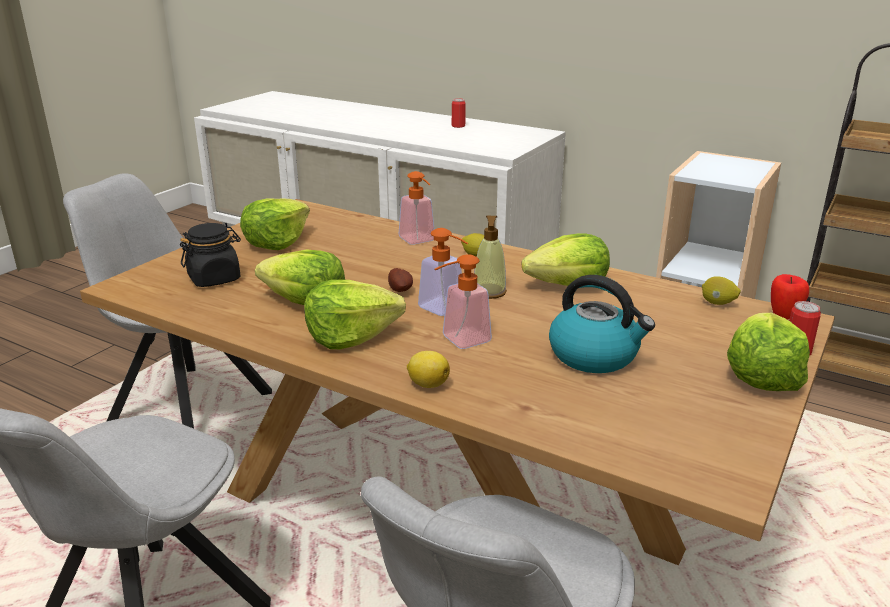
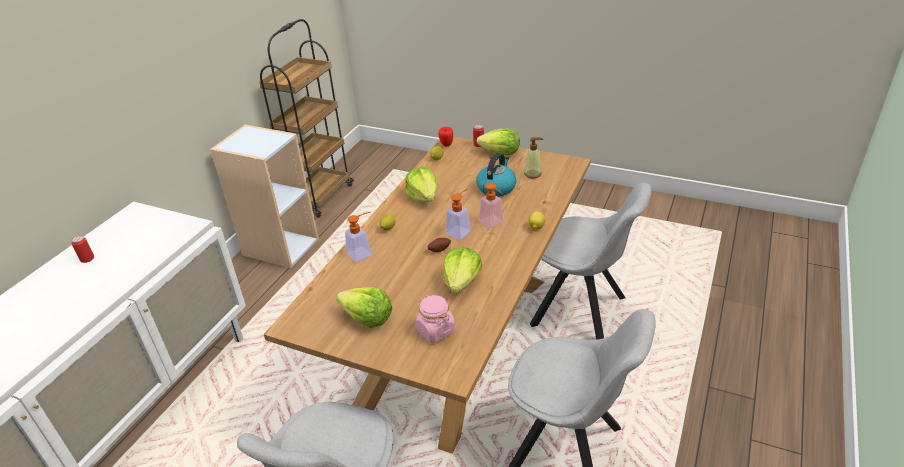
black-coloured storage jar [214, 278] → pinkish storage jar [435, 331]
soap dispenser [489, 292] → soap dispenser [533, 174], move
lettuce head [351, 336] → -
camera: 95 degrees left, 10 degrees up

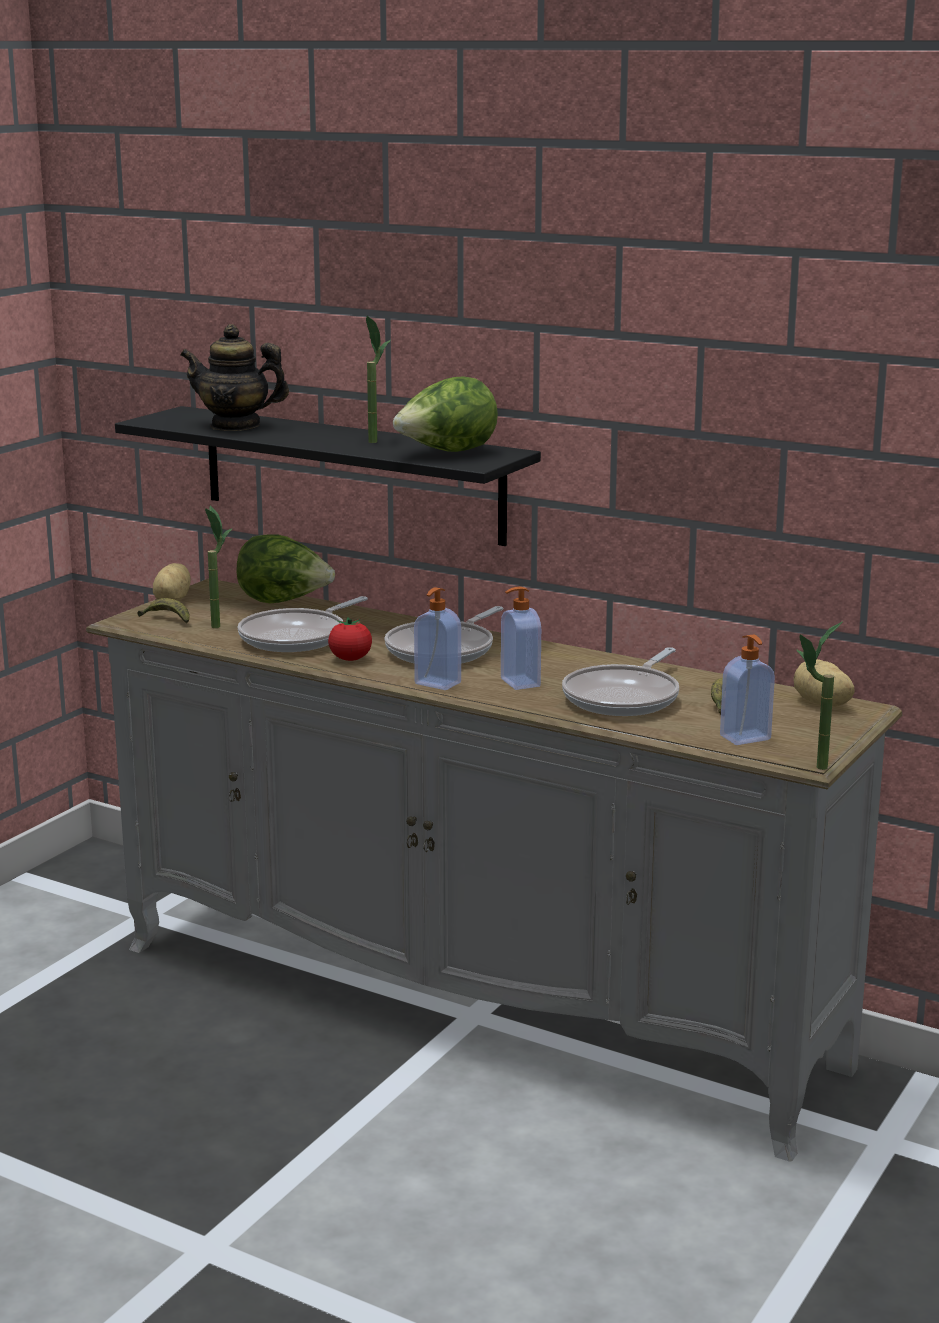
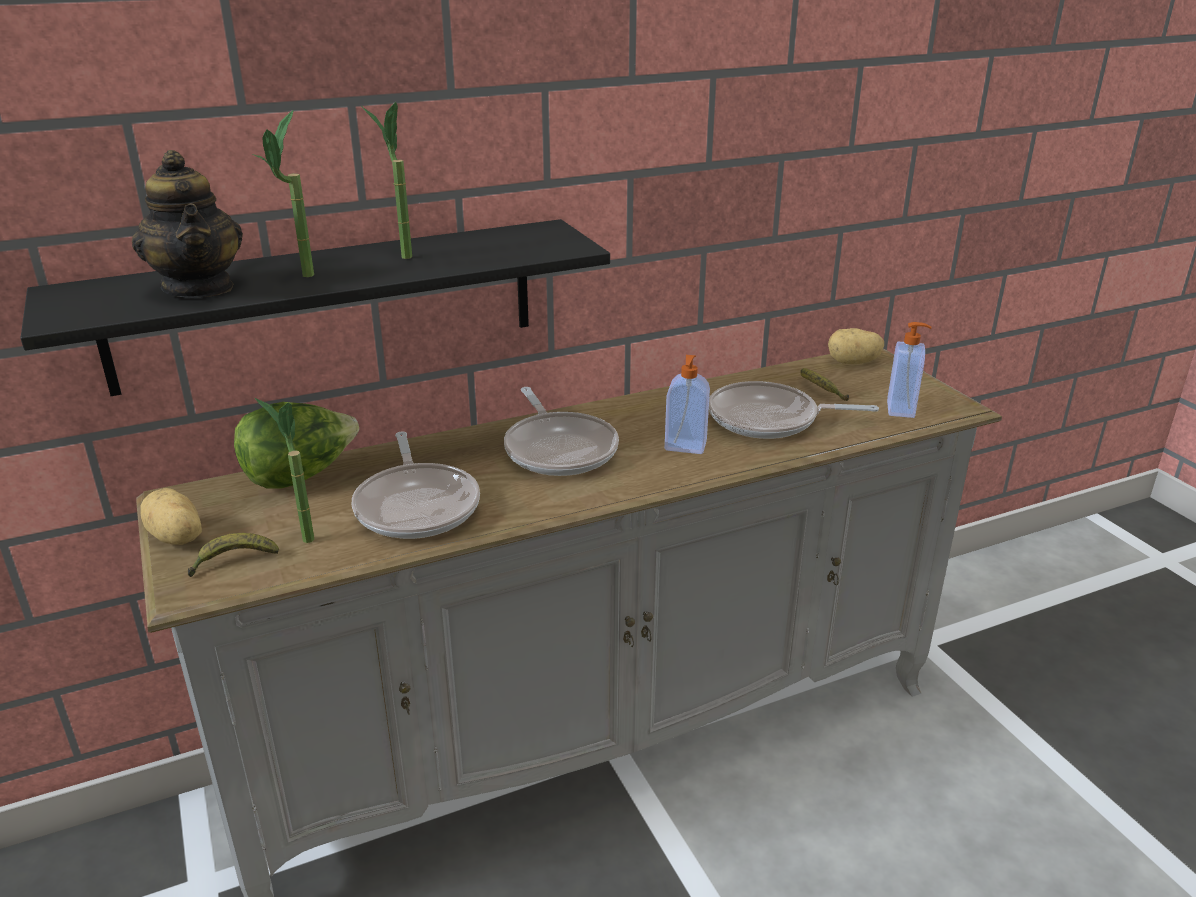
pot for tea [235, 426] → pot for tea [199, 288], 75 degrees counterclockwise
potted plant [811, 768] → potted plant [300, 279], move
skillet [624, 698] → skillet [769, 419], 120 degrees clockwise
tomato [350, 659] → -
lettuce head [446, 453] → -
soap dispenser [437, 684] → -
camera: 55 degrees left, 10 degrees up

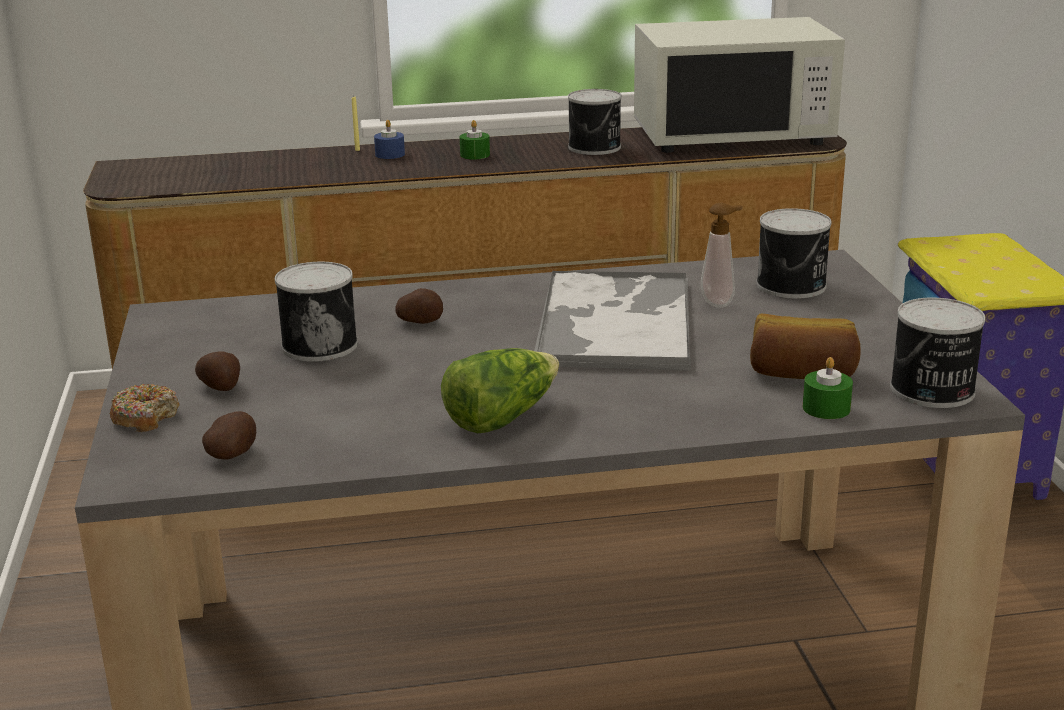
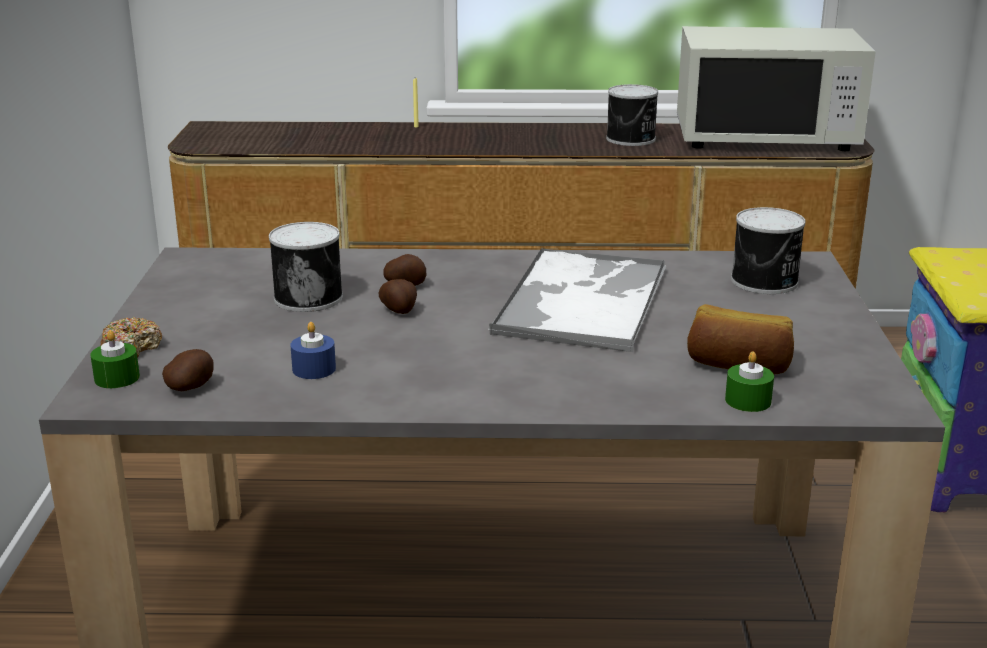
green candle [475, 155] → green candle [117, 378], move
blue candle [390, 154] → blue candle [314, 369], move
whole potato [221, 387] → whole potato [399, 310], move
lettuce head [501, 417] → -
soap dispenser [720, 303] → -
metal can [932, 390] → -
camera: 10 degrees right, 0 degrees up

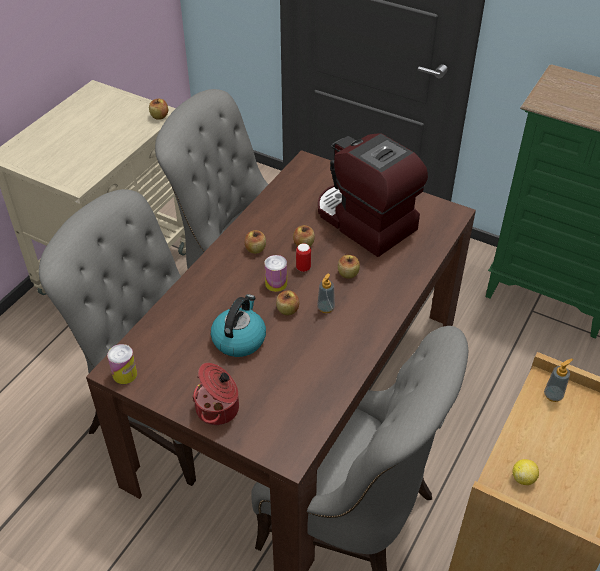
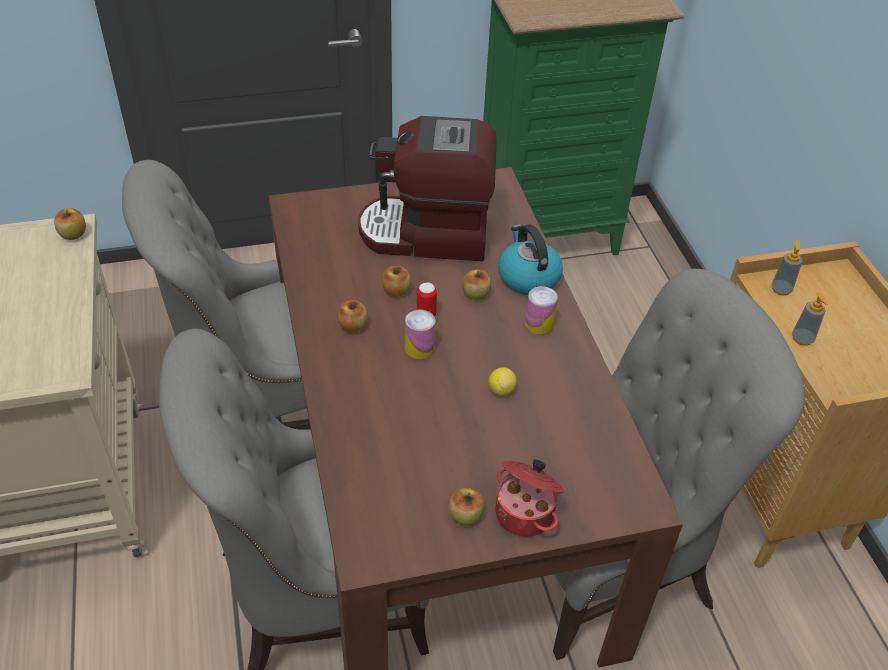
apple fruit [287, 310] → apple fruit [465, 515], move
lemon [523, 478] → lemon [501, 390], move
water kettle [239, 339] → water kettle [527, 277], move
metal can [125, 374] → metal can [539, 324], move
soap dispenser [325, 308] → soap dispenser [802, 339], move
camera: 45 degrees left, 0 degrees up

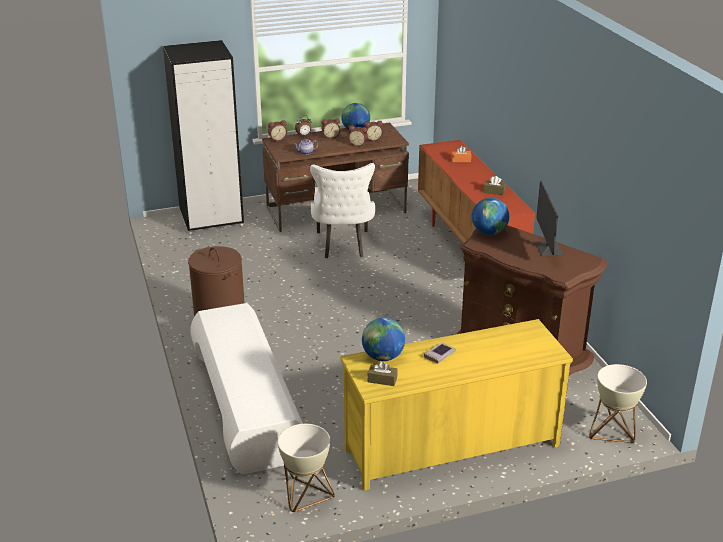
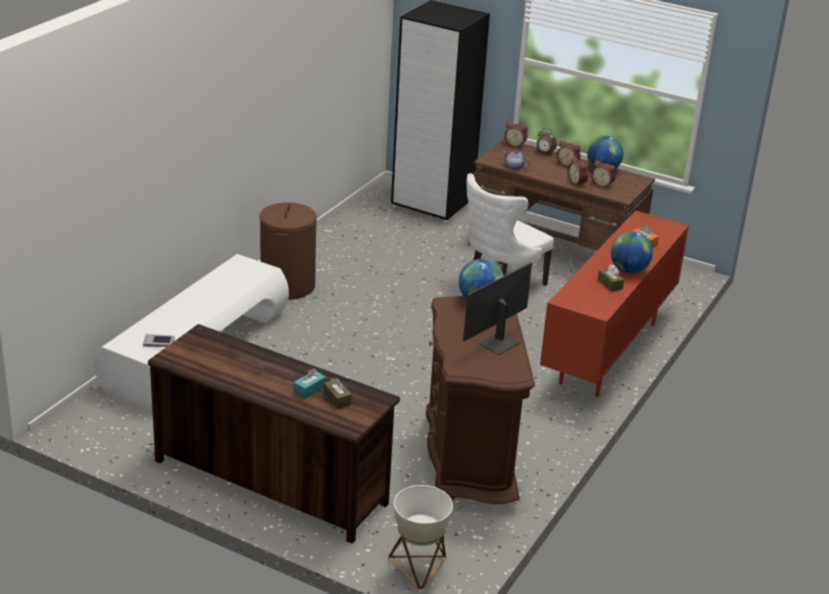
book [439, 355] → book [158, 343], move
yellow drawer chest [450, 447] → brownish drawer chest [270, 480]
- → turquoise-coloured tissue holder [309, 390]
brownish tissue holder [382, 380] → brownish tissue holder [337, 399], move
world globe [383, 357] → world globe [628, 270], move
plant pot [305, 496] → -
camera: 45 degrees right, 0 degrees up

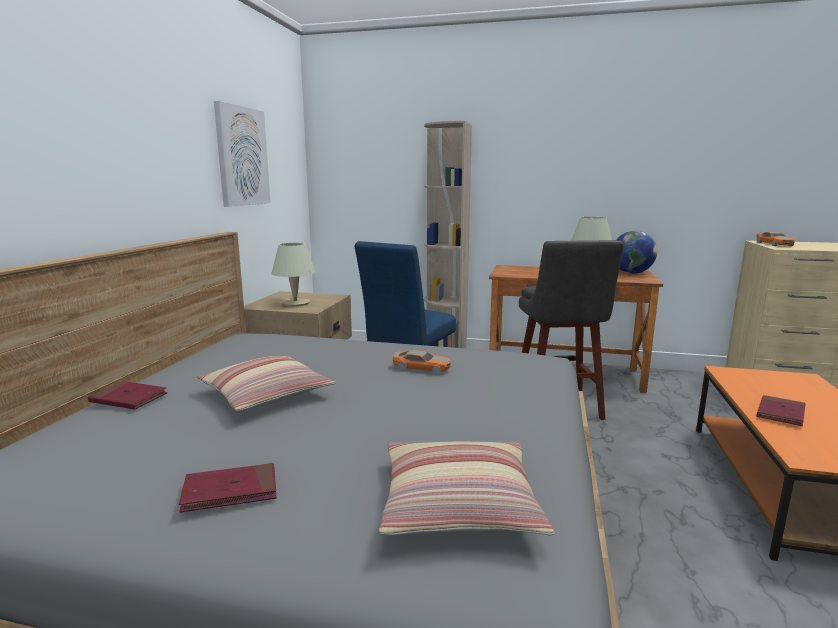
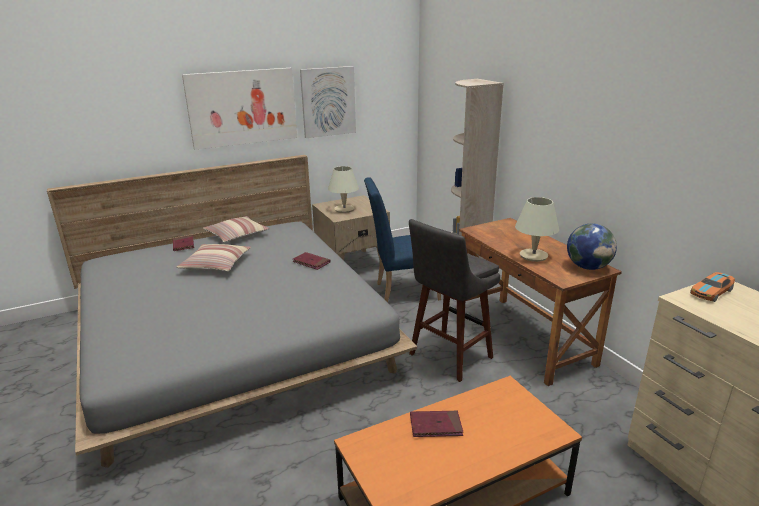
- → picture [242, 107]
pillow [459, 503] → pillow [237, 235], move
red book [230, 491] → red book [311, 262], move
model car [421, 368] → -
camera: 50 degrees right, 10 degrees up

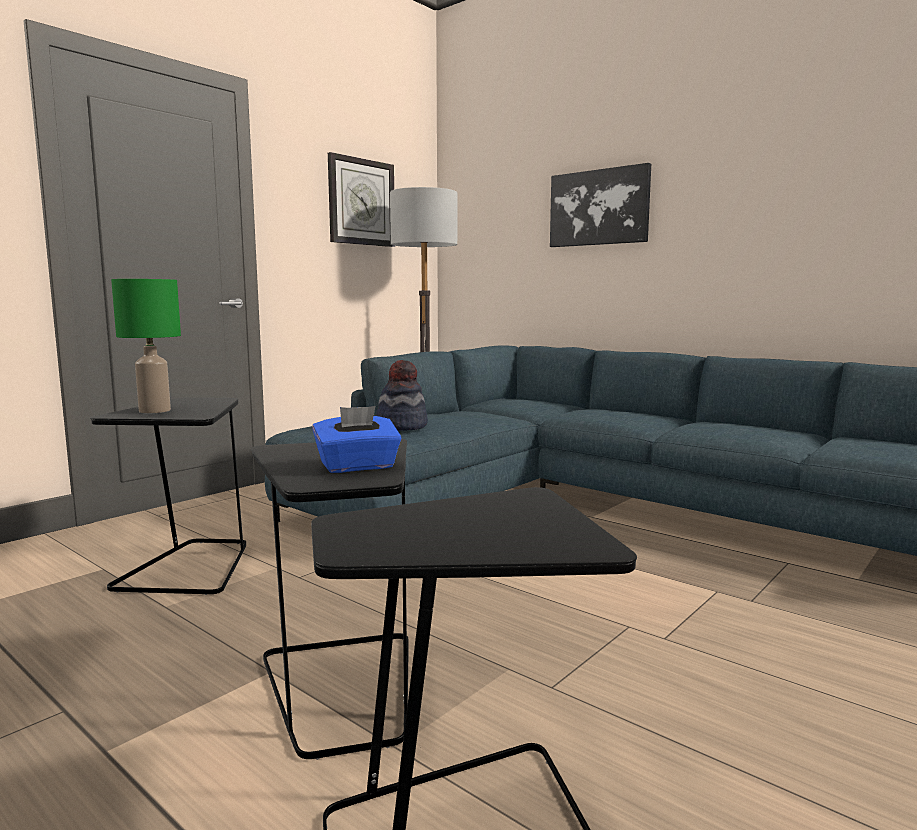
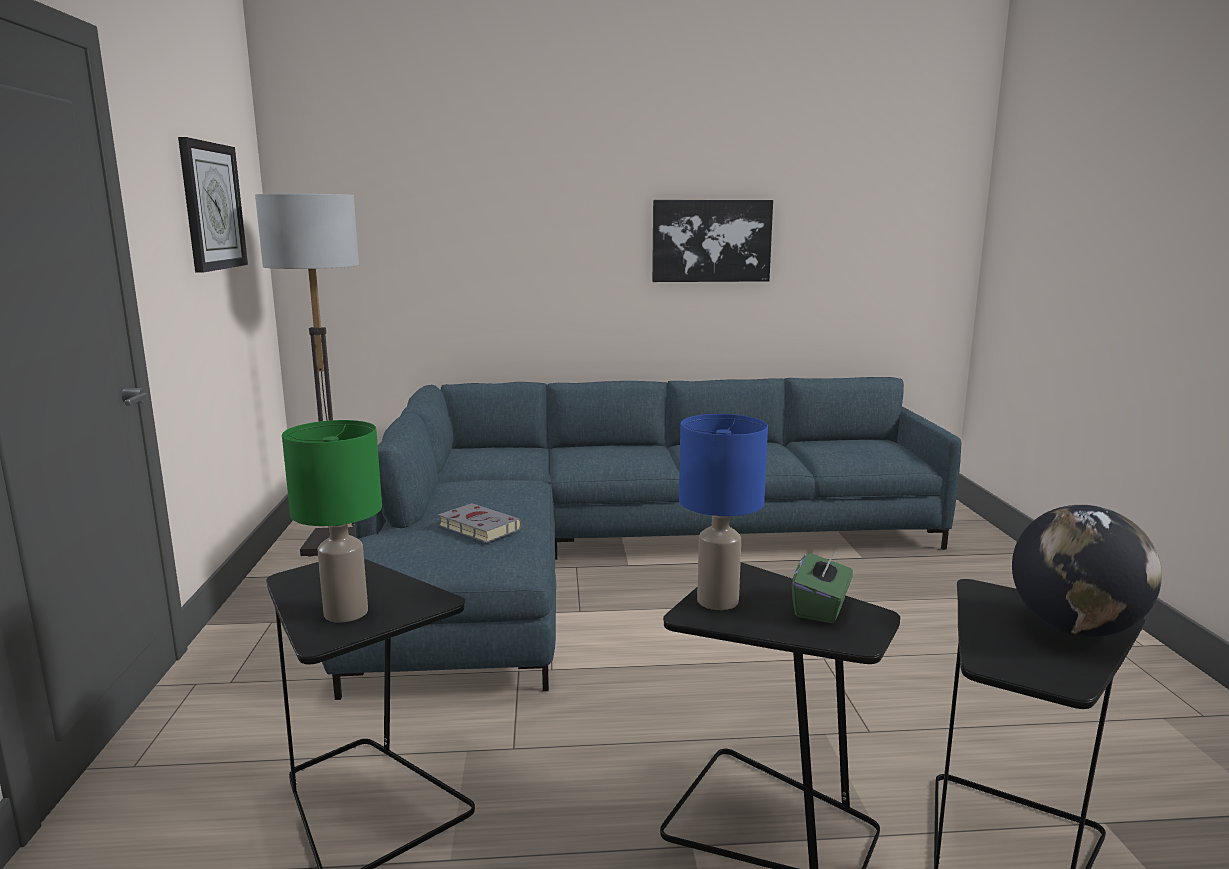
hat [401, 426] → grey book [477, 527]
picture [599, 207] → picture [711, 241], move
- → blue lamp for a table [719, 601]
blue tissue holder [357, 467] → green tissue holder [821, 608]
- → world globe [1075, 628]
camera: 45 degrees left, 5 degrees up

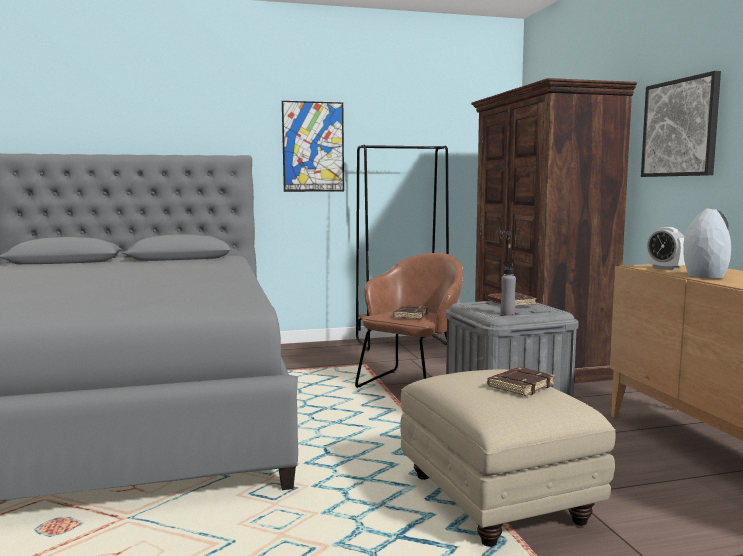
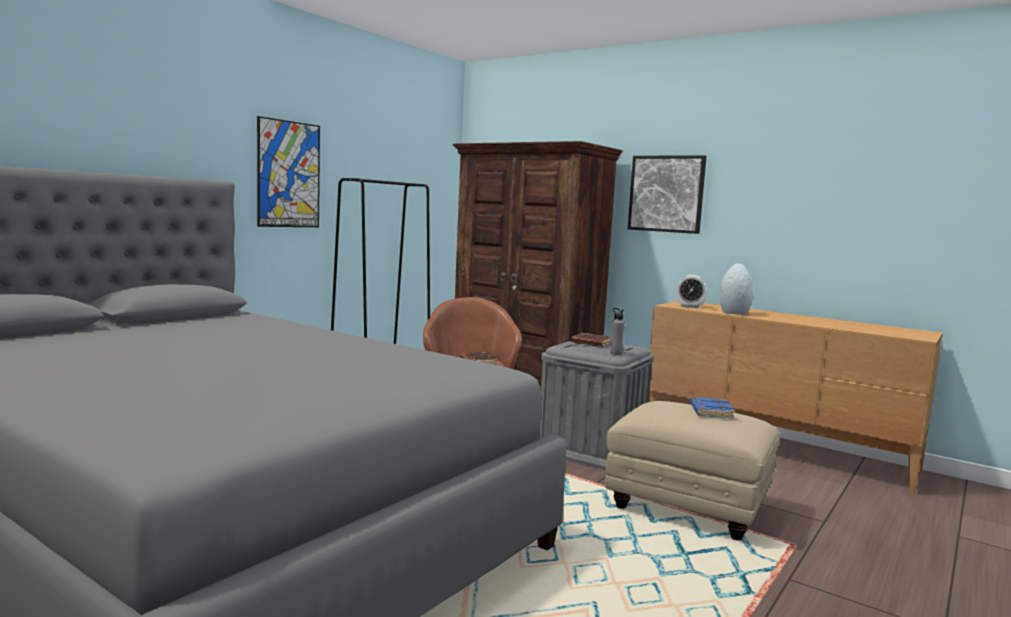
brownish book [520, 386] → blue book [710, 411]
camera: 40 degrees left, 0 degrees up

